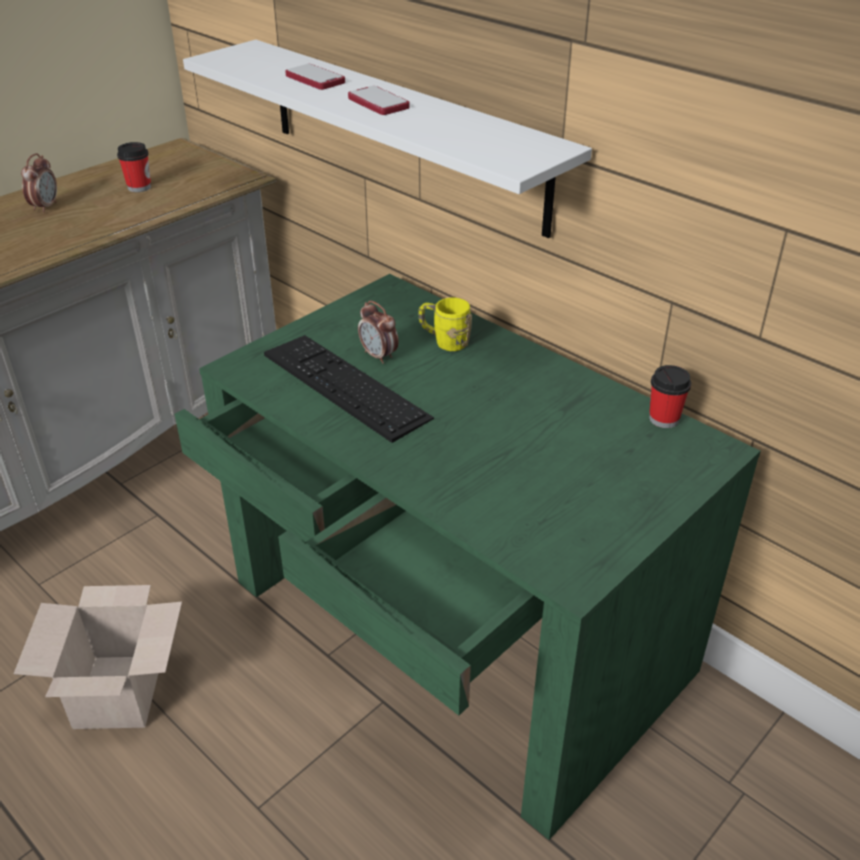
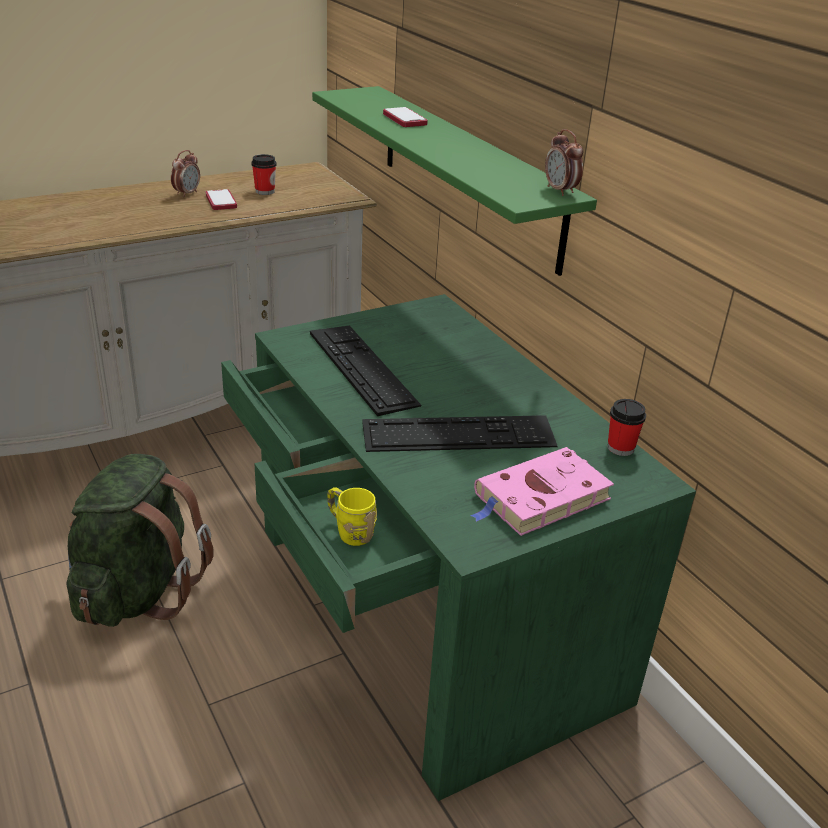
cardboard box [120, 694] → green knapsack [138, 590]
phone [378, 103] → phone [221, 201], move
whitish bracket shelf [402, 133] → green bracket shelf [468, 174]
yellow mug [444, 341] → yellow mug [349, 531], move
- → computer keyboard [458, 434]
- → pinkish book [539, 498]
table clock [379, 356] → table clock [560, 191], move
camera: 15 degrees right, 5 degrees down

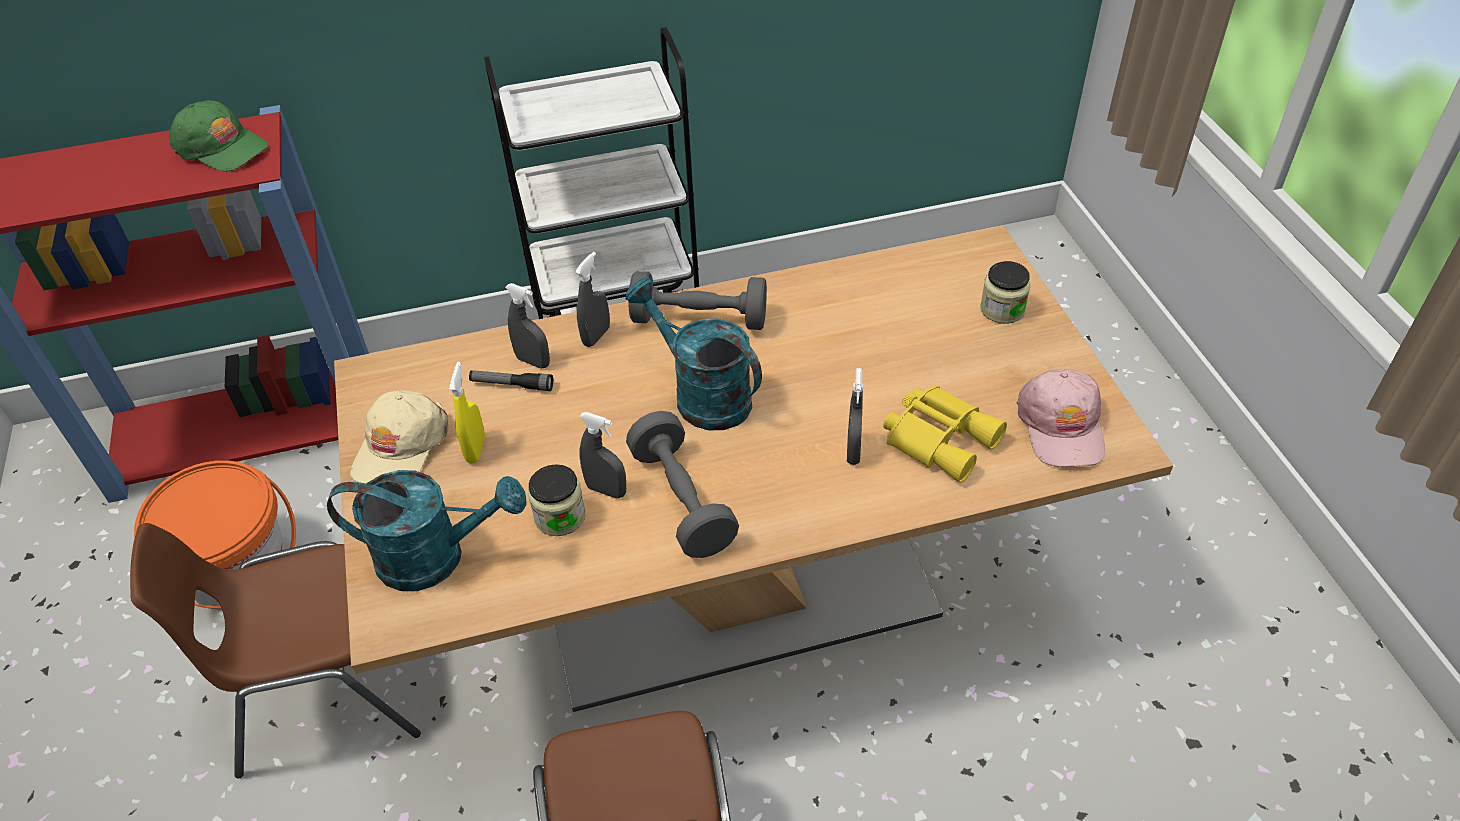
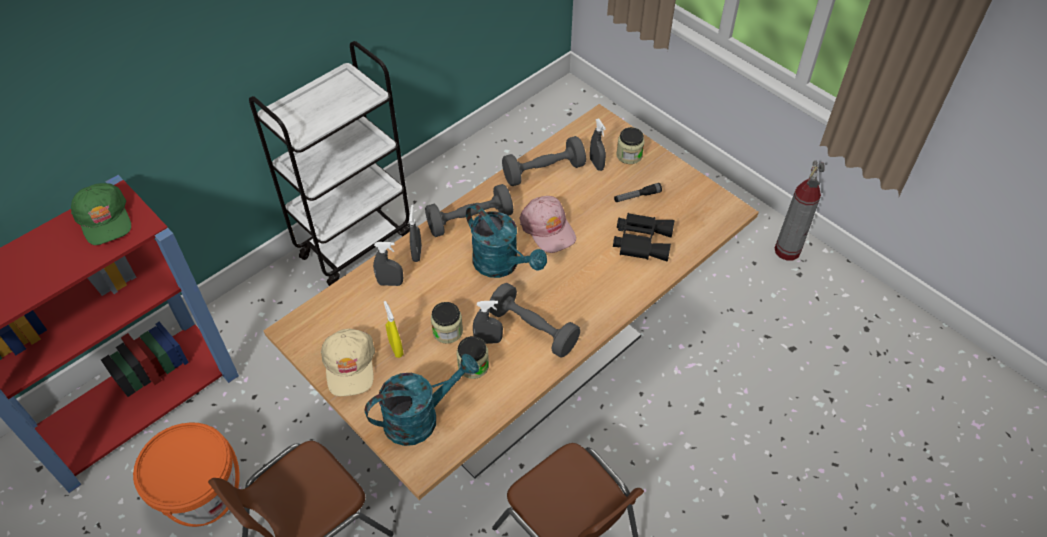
green baseball cap [221, 147] → green baseball cap [104, 219], 60 degrees clockwise
- → storage jar [447, 331]
turquoise-coloured sprinkling can [702, 394] → turquoise-coloured sprinkling can [502, 265], 150 degrees counterclockwise
- → grey hand weight [543, 171]
pinkish baseball cap [1062, 426] → pinkish baseball cap [548, 228], move
grey sprayer [853, 451] → grey sprayer [596, 164], move
yellow binoculars [940, 437] → black-coloured binoculars [641, 240]
torch [512, 385] → torch [637, 196], move
- → extinguisher [787, 250]
camera: 30 degrees left, 5 degrees up

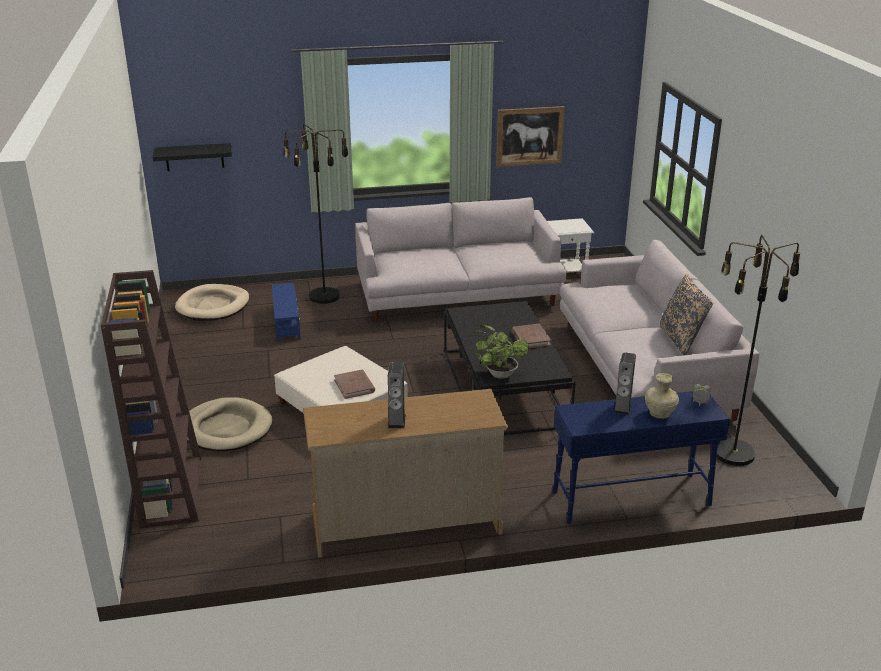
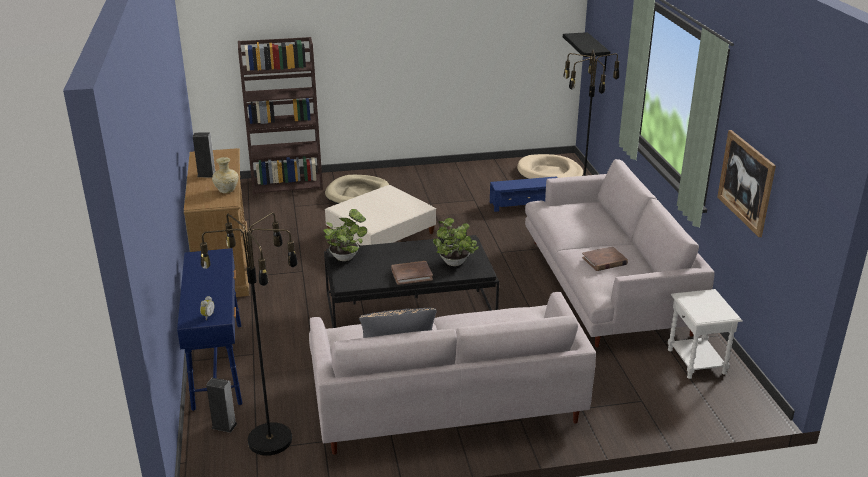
audio speaker [622, 408] → audio speaker [224, 426], move
beige-coloured decorative vase [660, 414] → beige-coloured decorative vase [226, 190], move
- → potted plant [455, 263]
brownish book [354, 386] → brownish book [604, 261], move
camera: 90 degrees right, 0 degrees up

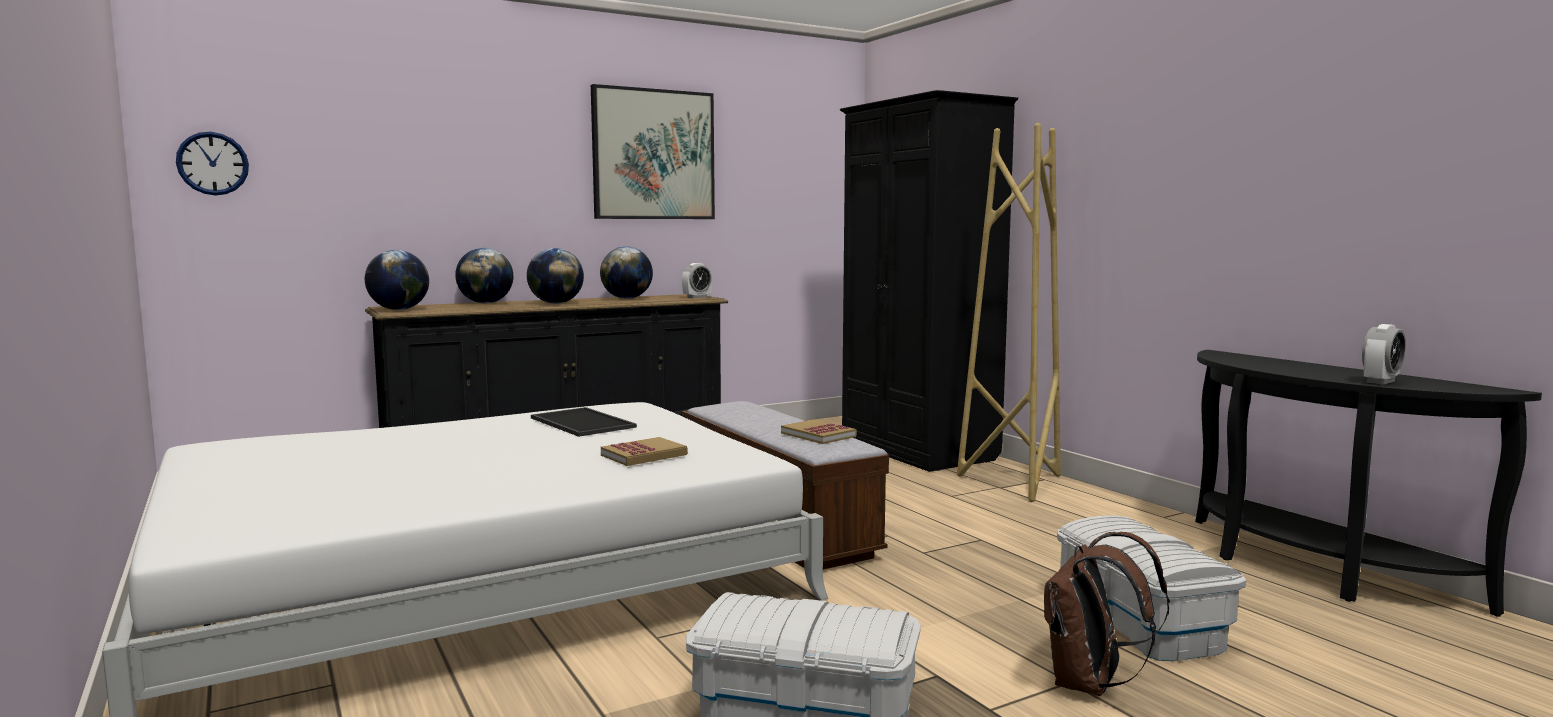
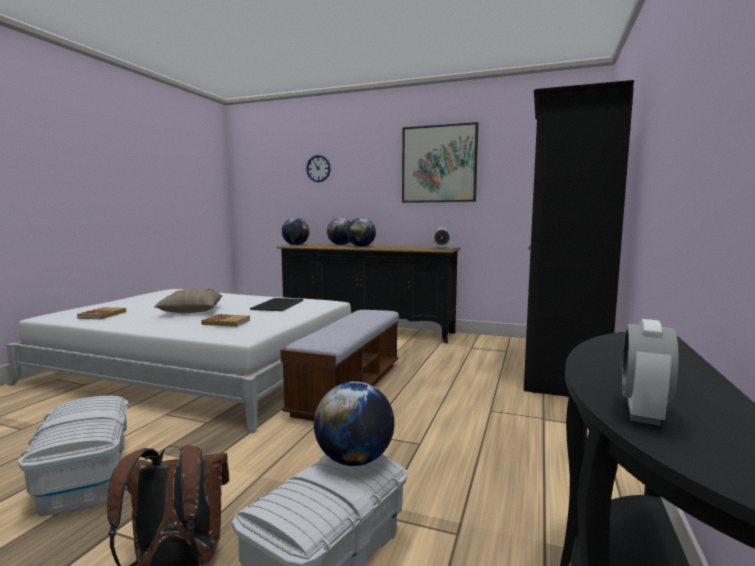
book [818, 435] → book [102, 315], move
- → beige-coloured pillow [191, 311]
clock on the wall [212, 163] → clock on the wall [318, 168], move
world globe [627, 298] → world globe [354, 460], move
table clock [1380, 381] → table clock [643, 413], 105 degrees clockwise
yellow clothes rack [1016, 484] → -
camera: 50 degrees right, 0 degrees up

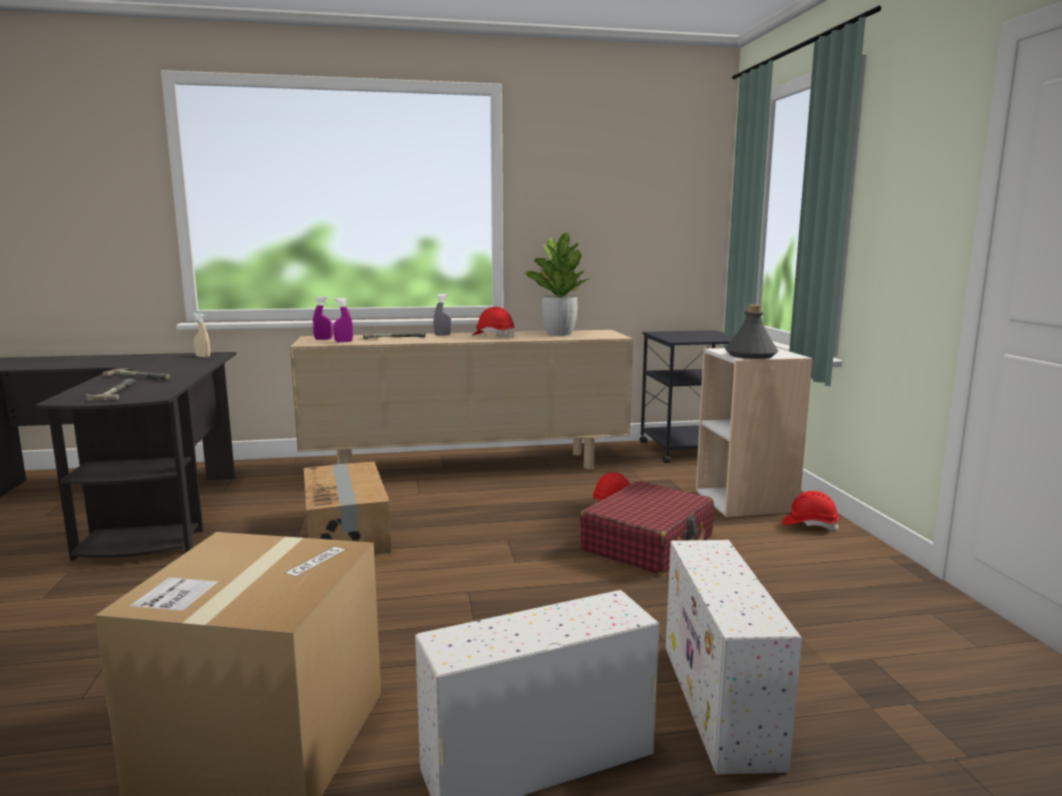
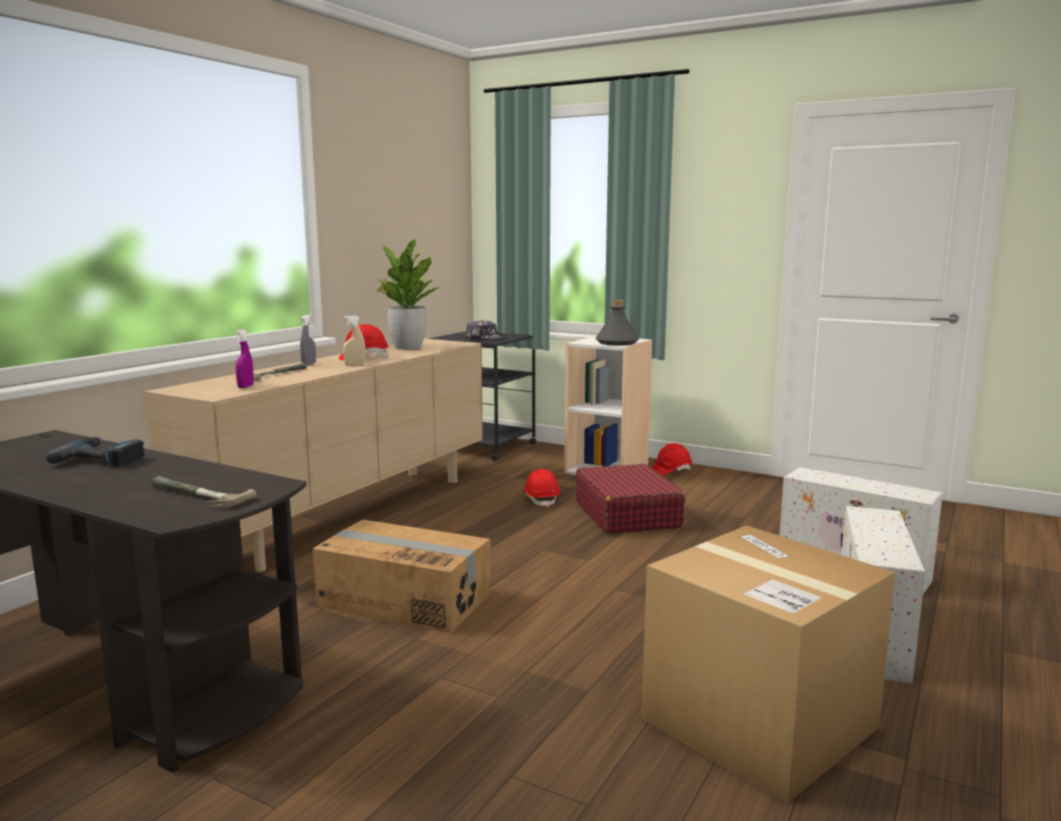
- → electric drill [103, 459]
beige-coloured sprayer [203, 356] → beige-coloured sprayer [355, 365], move
- → baseball cap [484, 338]
tool hammer [143, 376] → -
purple-coloured sprayer [323, 339] → -
camera: 50 degrees left, 0 degrees up

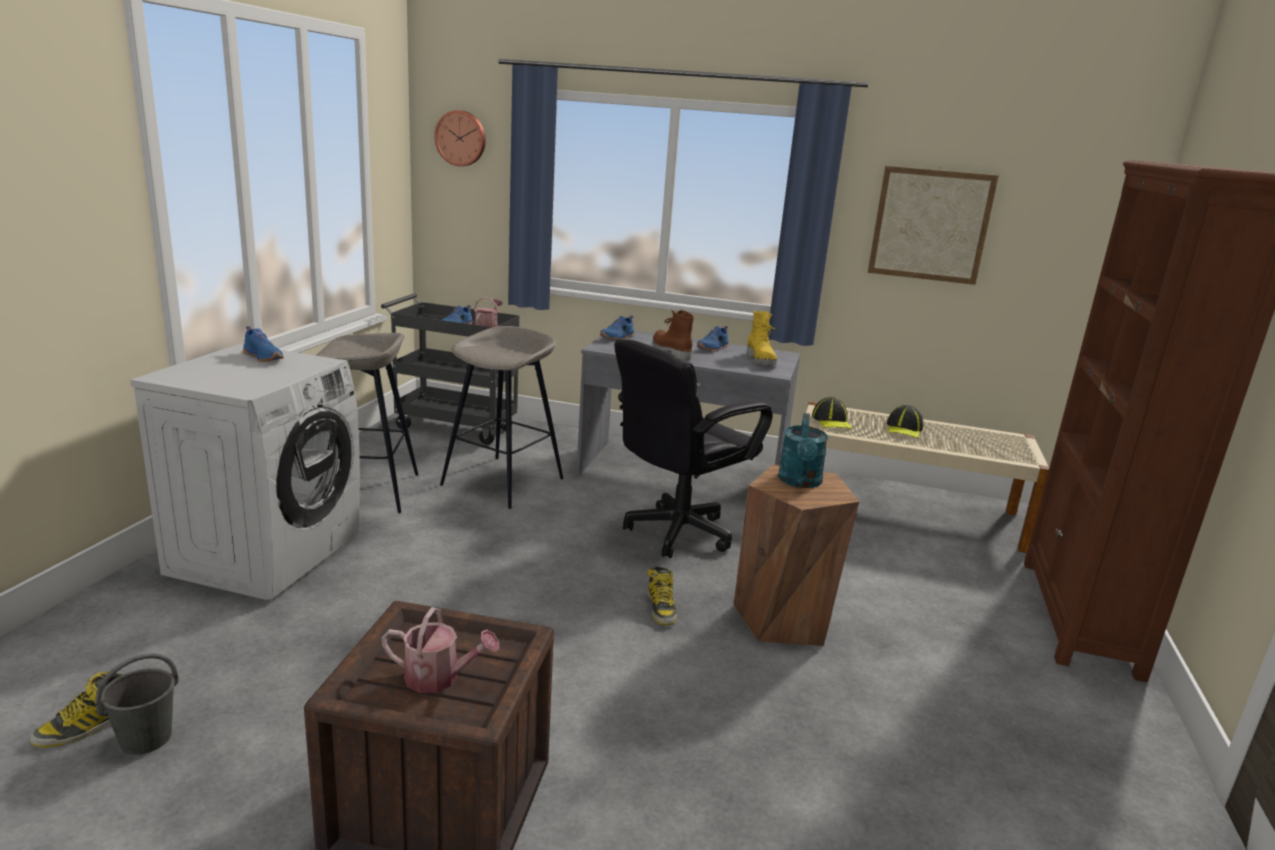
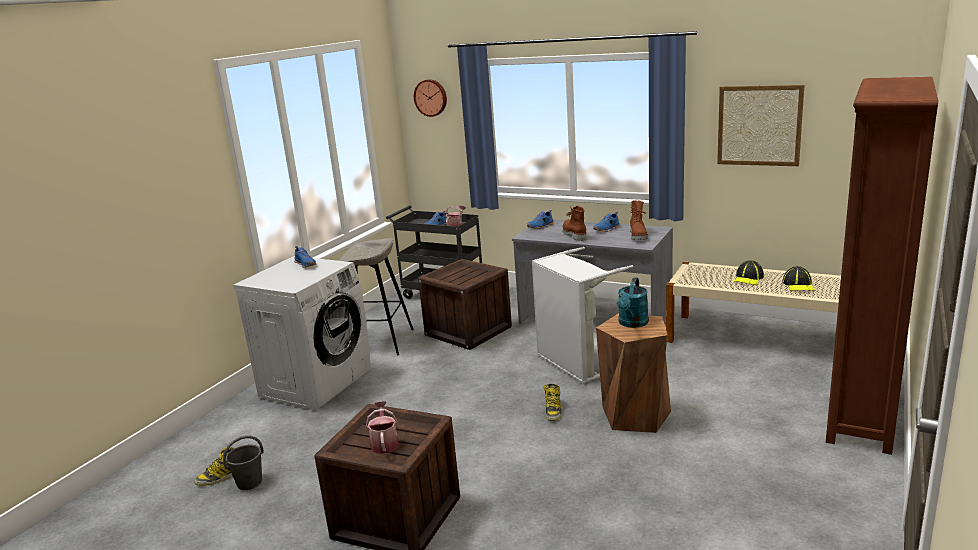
sprinkling can [439, 678] → sprinkling can [384, 443], 120 degrees counterclockwise
grey stool [503, 481] → shipping crate [468, 331]
black-coloured computer chair [675, 536] → grey hamper [576, 363]
yellow boot [761, 360] → brownish boot [638, 236]
baseball cap [832, 421] → baseball cap [798, 285], move
camera: 15 degrees right, 0 degrees up

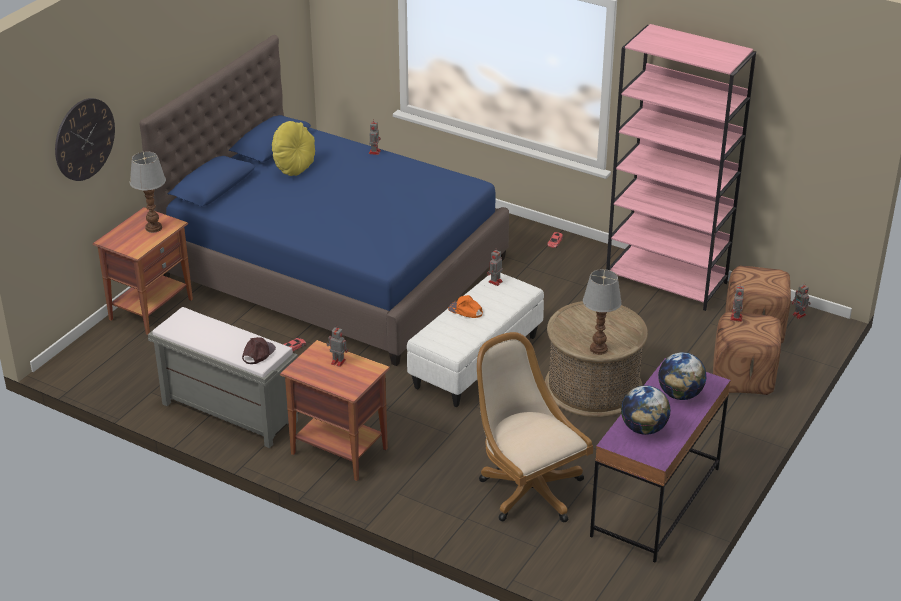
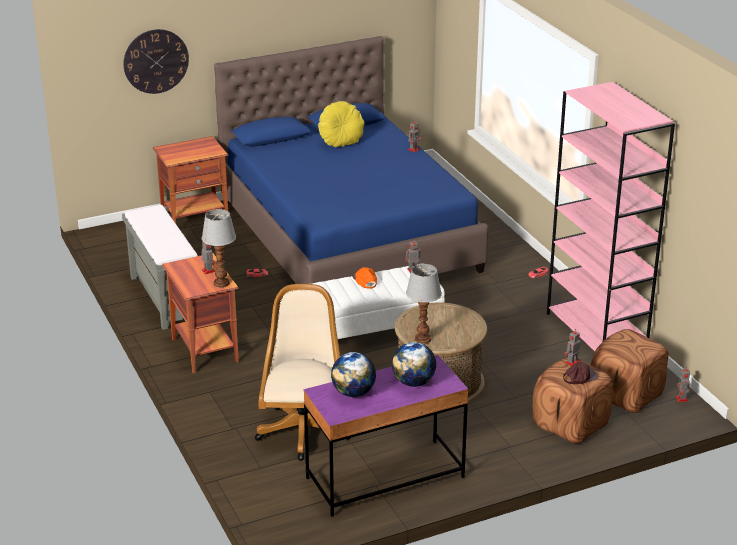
lamp for a table [154, 227] → lamp for a table [222, 283], move
brownish baseball cap [258, 353] → brownish baseball cap [579, 377], move
camera: 35 degrees right, 5 degrees down

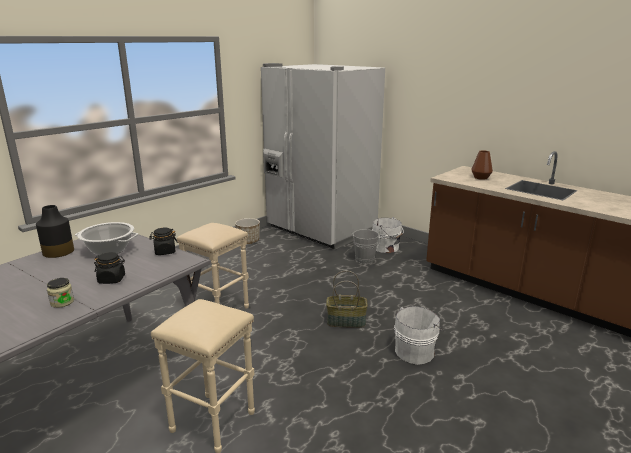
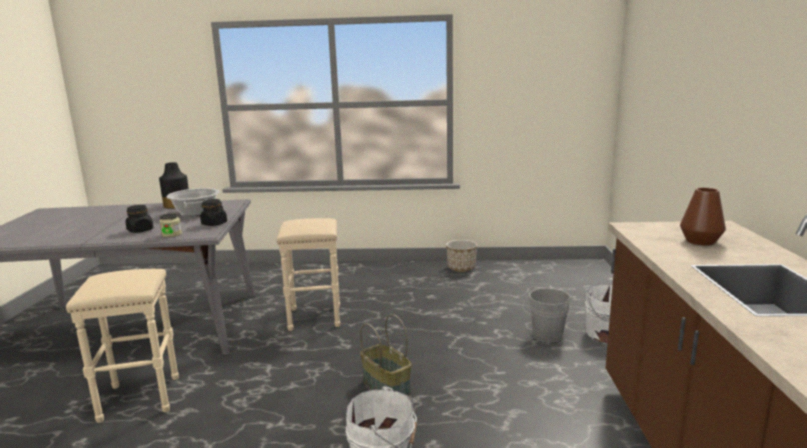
storage jar [62, 302] → storage jar [172, 234], move
whitish kitchen fridge [321, 229] → -
camera: 50 degrees right, 5 degrees down

